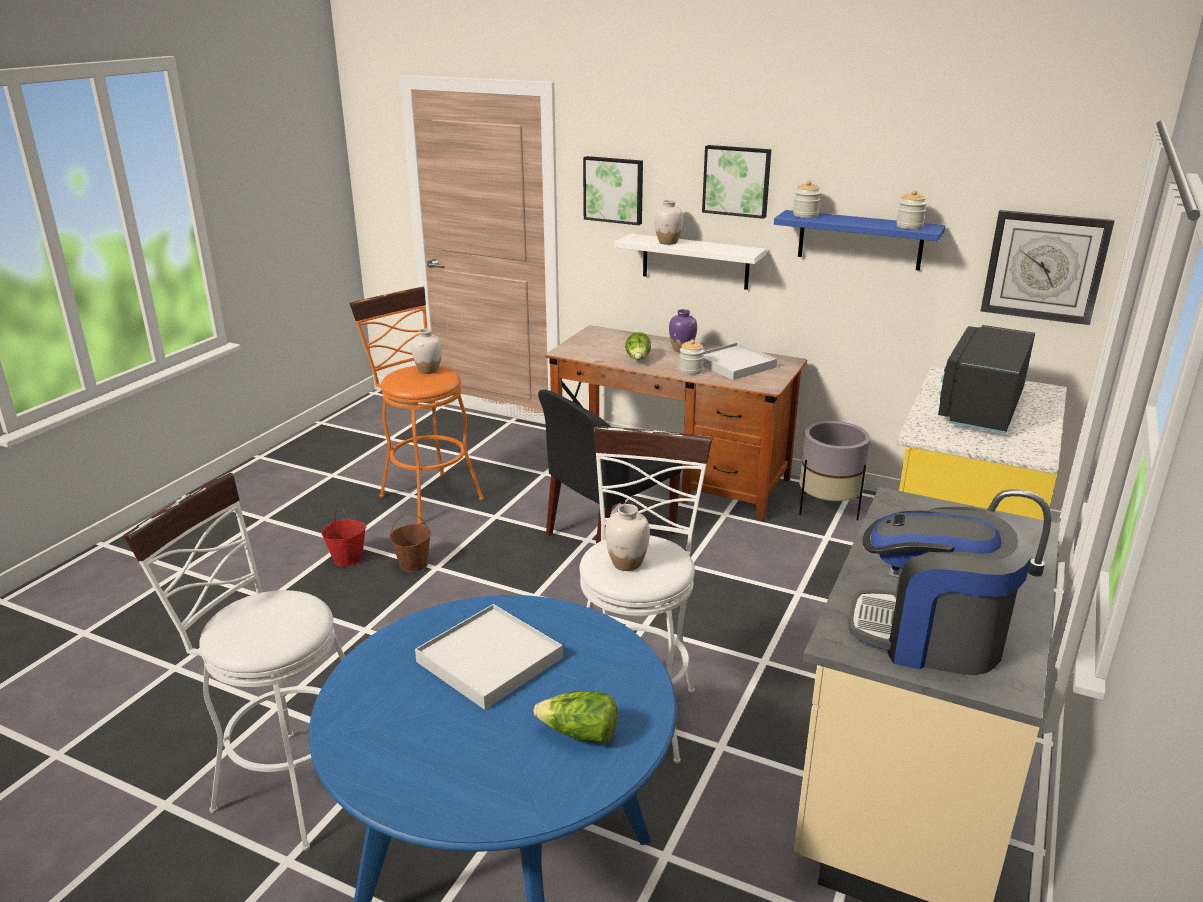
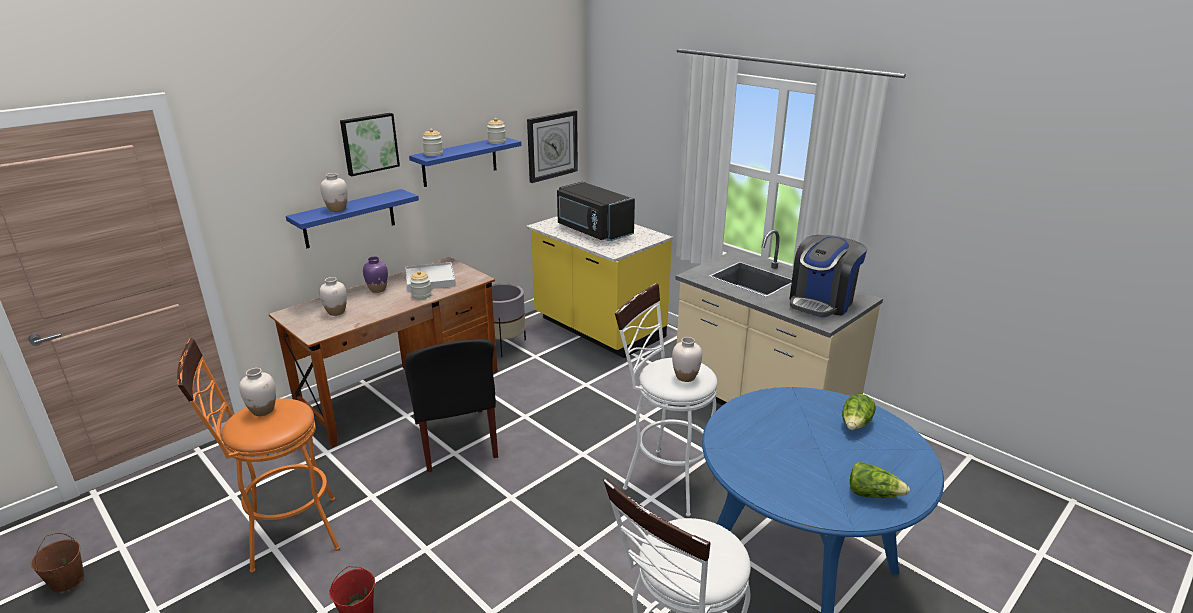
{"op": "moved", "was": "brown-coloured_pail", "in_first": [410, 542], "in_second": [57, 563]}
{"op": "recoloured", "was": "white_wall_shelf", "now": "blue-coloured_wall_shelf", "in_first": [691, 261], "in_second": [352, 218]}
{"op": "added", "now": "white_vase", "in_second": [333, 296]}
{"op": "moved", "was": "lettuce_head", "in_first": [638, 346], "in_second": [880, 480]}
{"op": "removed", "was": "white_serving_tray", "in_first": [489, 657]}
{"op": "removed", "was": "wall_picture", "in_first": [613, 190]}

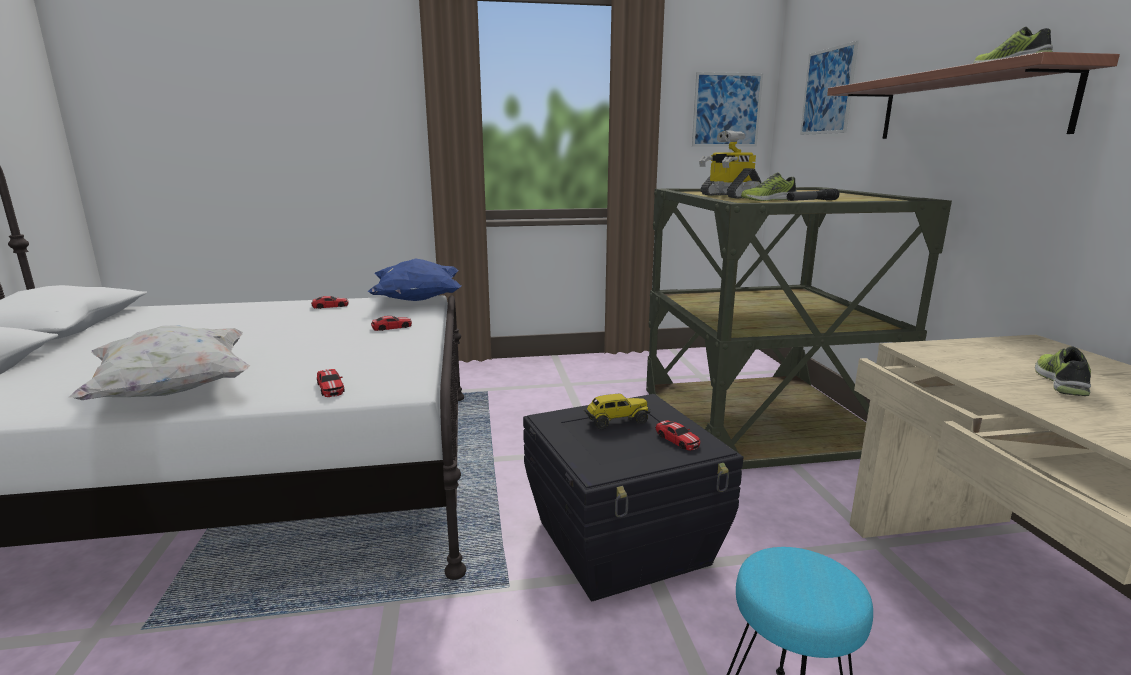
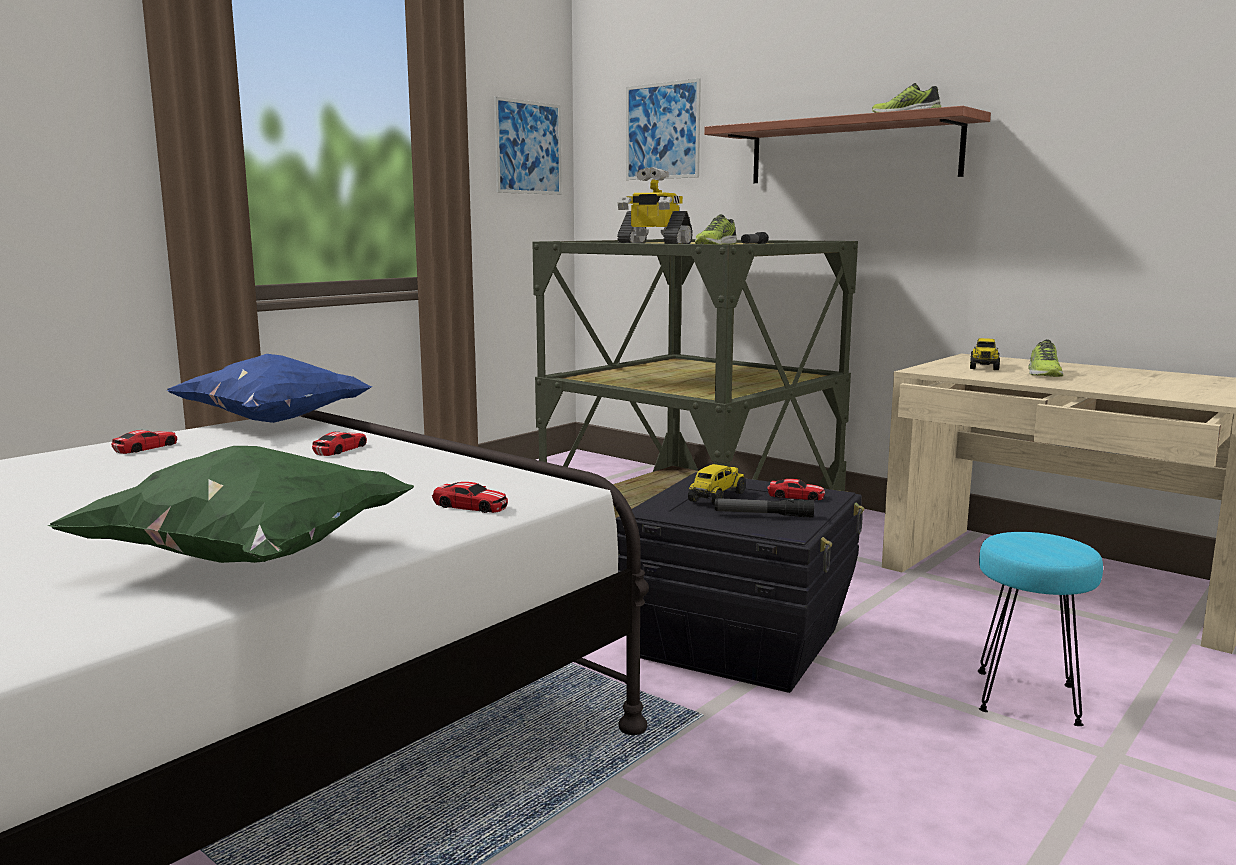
{"op": "recoloured", "was": "white_throw_pillow", "now": "greenish_throw_pillow", "in_first": [159, 363], "in_second": [231, 504]}
{"op": "added", "now": "hand_torch", "in_second": [764, 508]}
{"op": "added", "now": "model_truck", "in_second": [985, 354]}
{"op": "turned", "was": "item_of_footwear", "in_first": [1063, 371], "in_second": [1045, 358], "clockwise": -150}

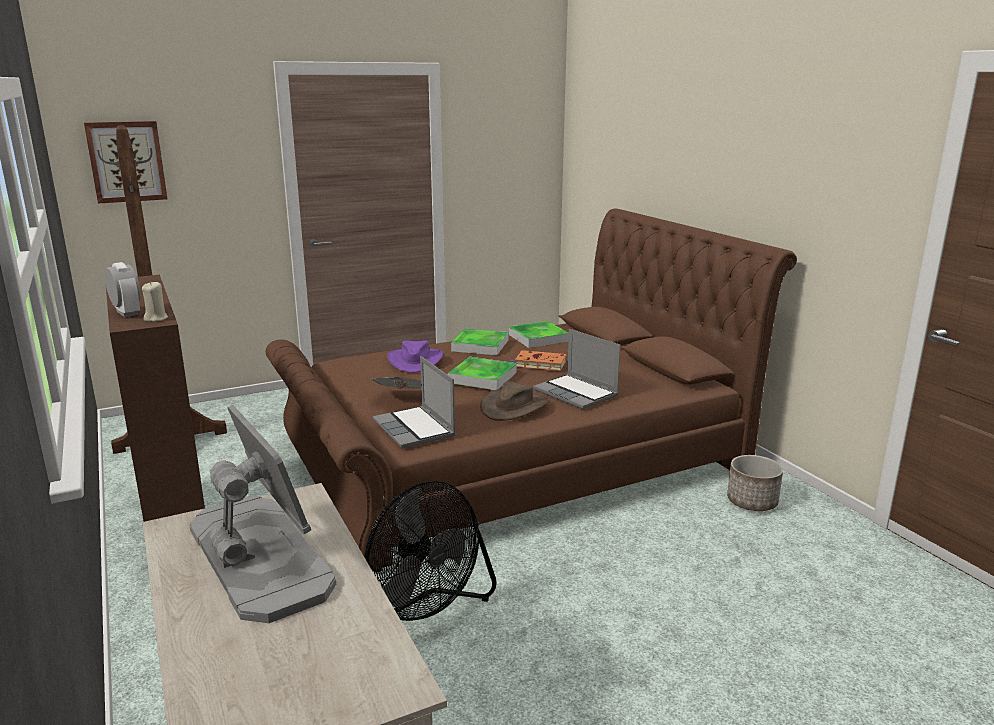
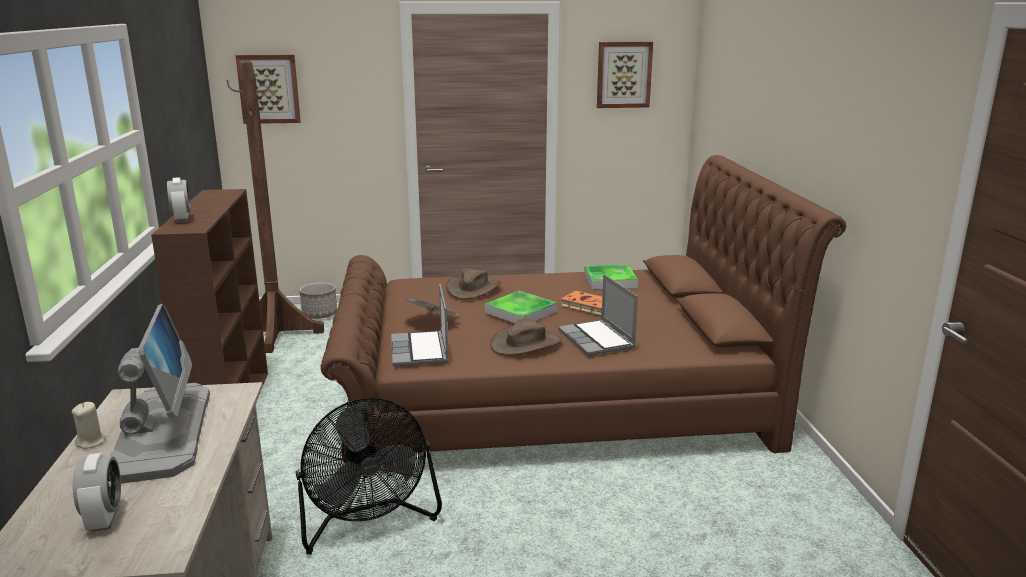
{"op": "moved", "was": "beige_wax_candle", "in_first": [155, 301], "in_second": [89, 425]}
{"op": "added", "now": "table_clock", "in_second": [97, 492]}
{"op": "moved", "was": "flower_pot", "in_first": [755, 483], "in_second": [318, 300]}
{"op": "recoloured", "was": "purple-coloured_clothing_hat", "now": "brown-coloured_clothing_hat", "in_first": [415, 356], "in_second": [473, 283]}
{"op": "added", "now": "wall_picture", "in_second": [625, 75]}
{"op": "removed", "was": "serving_tray", "in_first": [479, 342]}

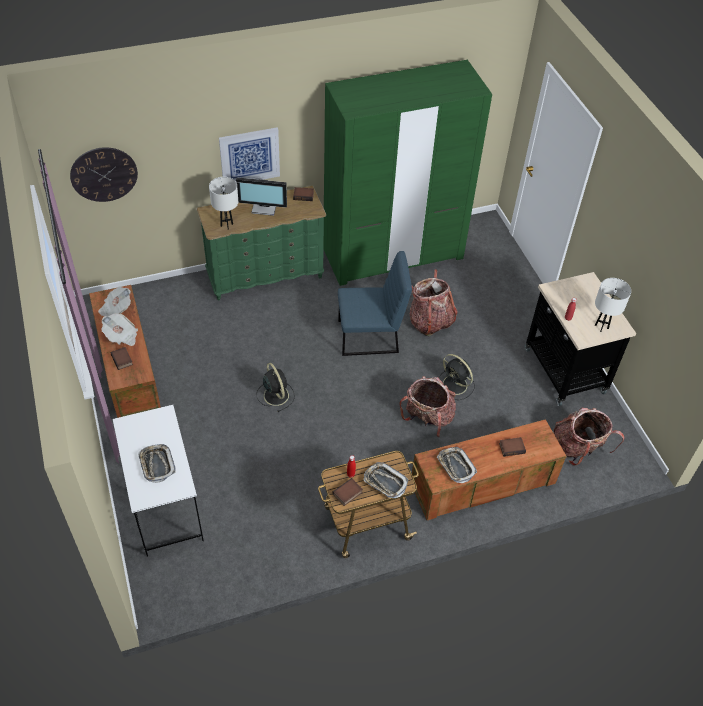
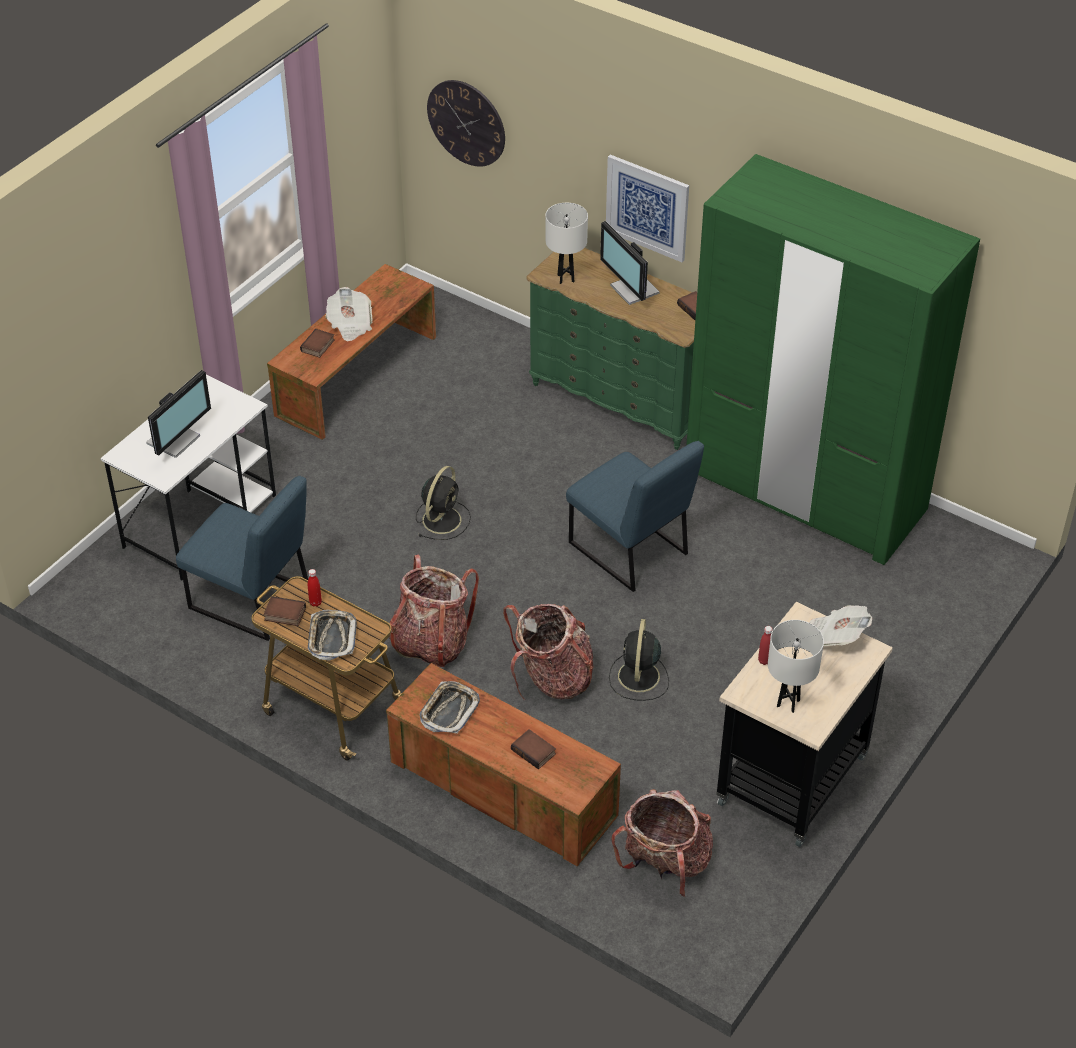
{"op": "replaced", "was": "serving_tray", "now": "computer_display", "in_first": [157, 463], "in_second": [178, 414]}
{"op": "added", "now": "blue-coloured_plain_chair", "in_second": [242, 558]}
{"op": "moved", "was": "rucksack", "in_first": [434, 302], "in_second": [434, 611]}
{"op": "moved", "was": "printed_paper", "in_first": [114, 301], "in_second": [840, 625]}

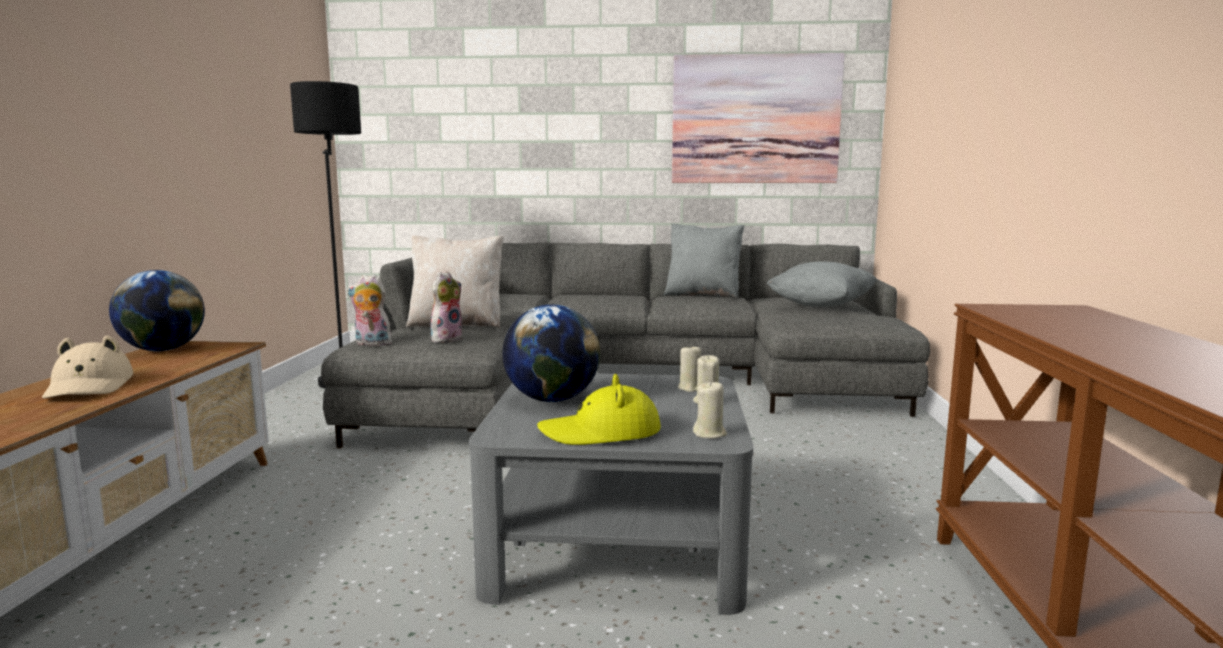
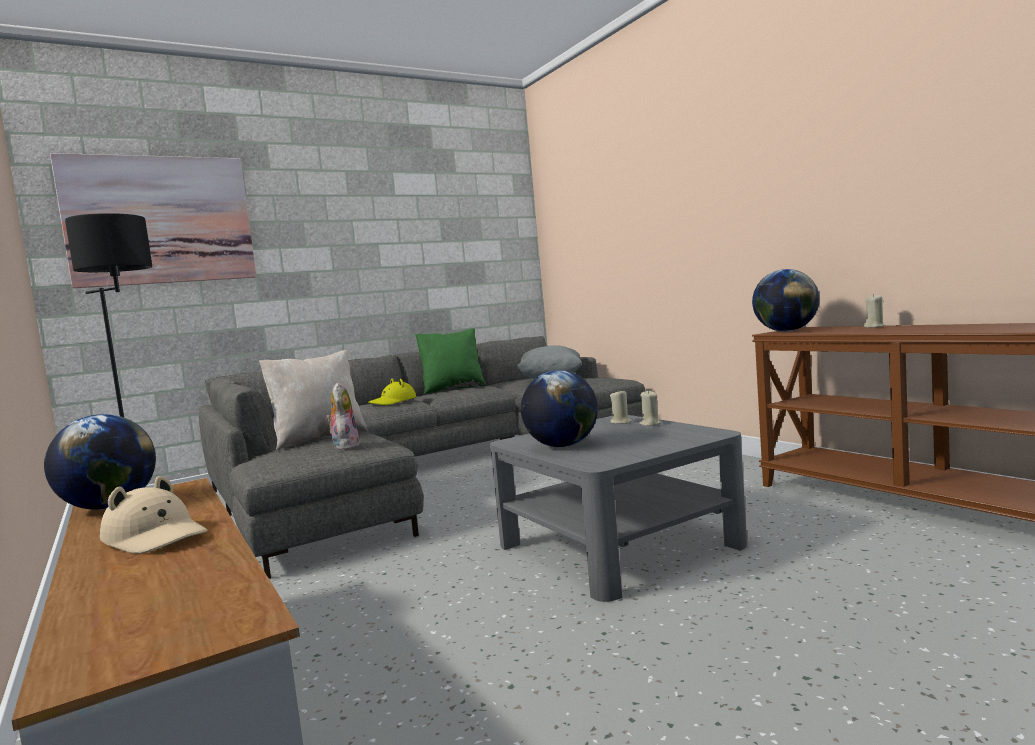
{"op": "moved", "was": "wall_picture", "in_first": [758, 118], "in_second": [153, 220]}
{"op": "moved", "was": "yellowish_clothing_hat", "in_first": [599, 409], "in_second": [392, 391]}
{"op": "recoloured", "was": "grey_throw_pillow", "now": "greenish_throw_pillow", "in_first": [704, 261], "in_second": [450, 361]}
{"op": "added", "now": "world_globe", "in_second": [785, 300]}
{"op": "moved", "was": "beige_wax_candle", "in_first": [710, 409], "in_second": [874, 311]}
{"op": "removed", "was": "cuddly_toy", "in_first": [369, 310]}

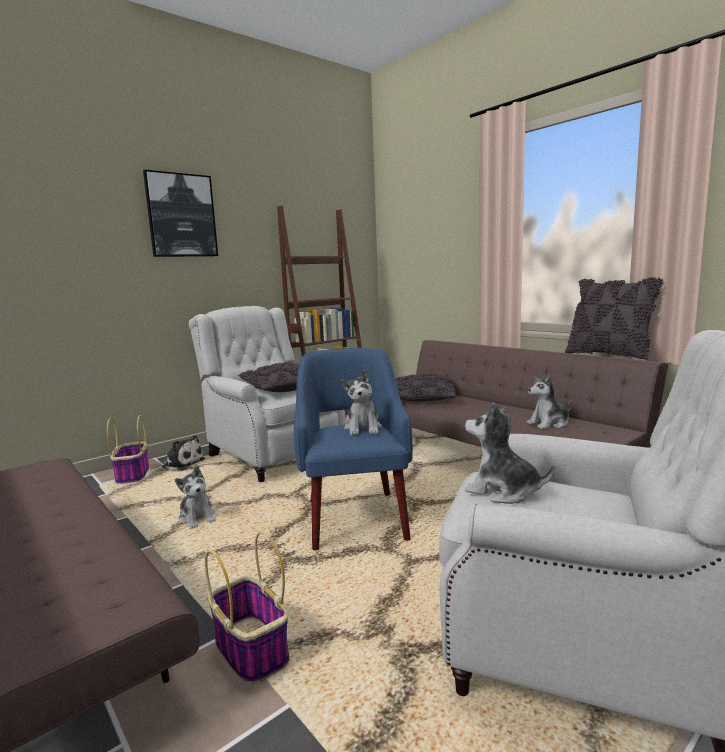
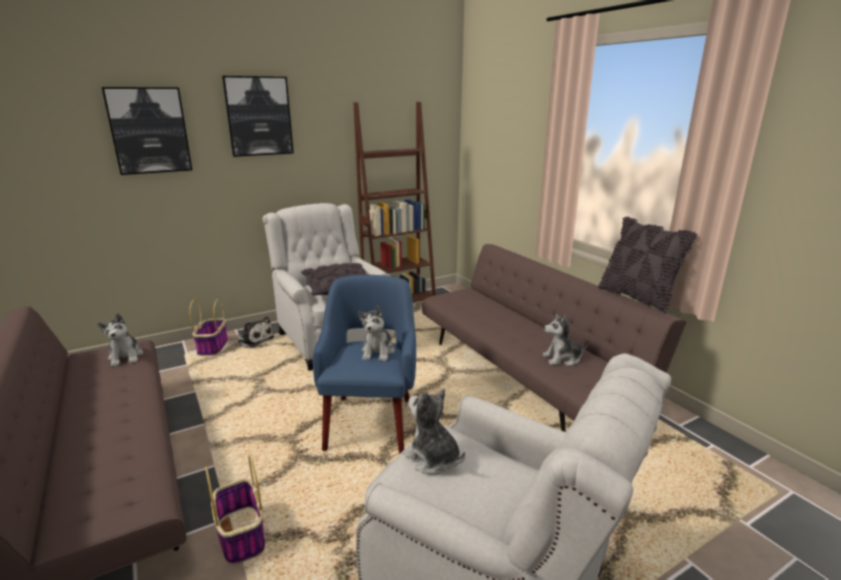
{"op": "moved", "was": "cuddly_toy", "in_first": [195, 497], "in_second": [120, 340]}
{"op": "added", "now": "wall_picture", "in_second": [147, 131]}
{"op": "removed", "was": "blackish_throw_pillow", "in_first": [426, 387]}

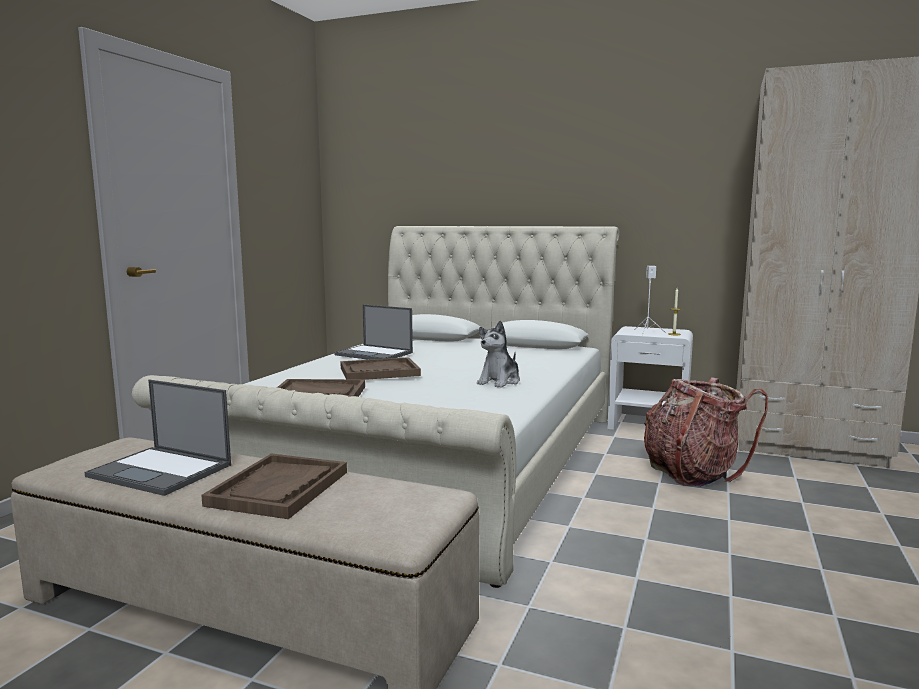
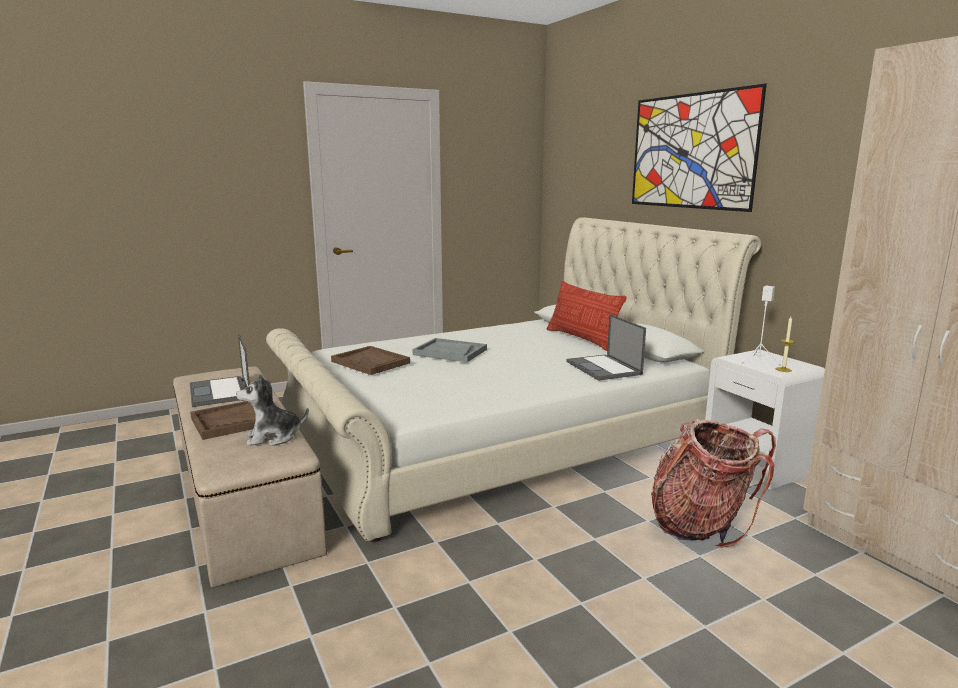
{"op": "moved", "was": "cuddly_toy", "in_first": [498, 354], "in_second": [272, 410]}
{"op": "recoloured", "was": "brown-coloured_serving_tray", "now": "grey_serving_tray", "in_first": [380, 368], "in_second": [449, 350]}
{"op": "added", "now": "throw_pillow", "in_second": [587, 316]}
{"op": "moved", "was": "laptop", "in_first": [373, 332], "in_second": [606, 347]}
{"op": "added", "now": "wall_picture", "in_second": [699, 147]}

